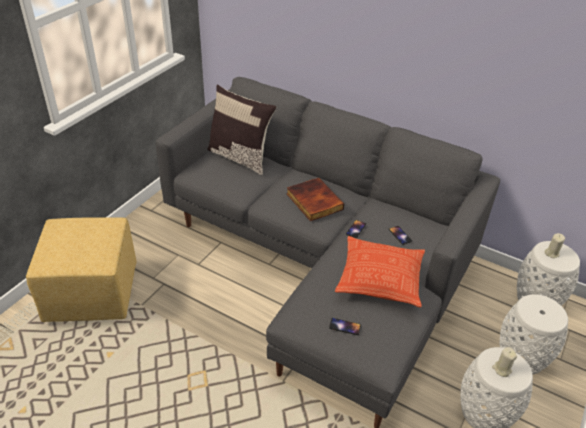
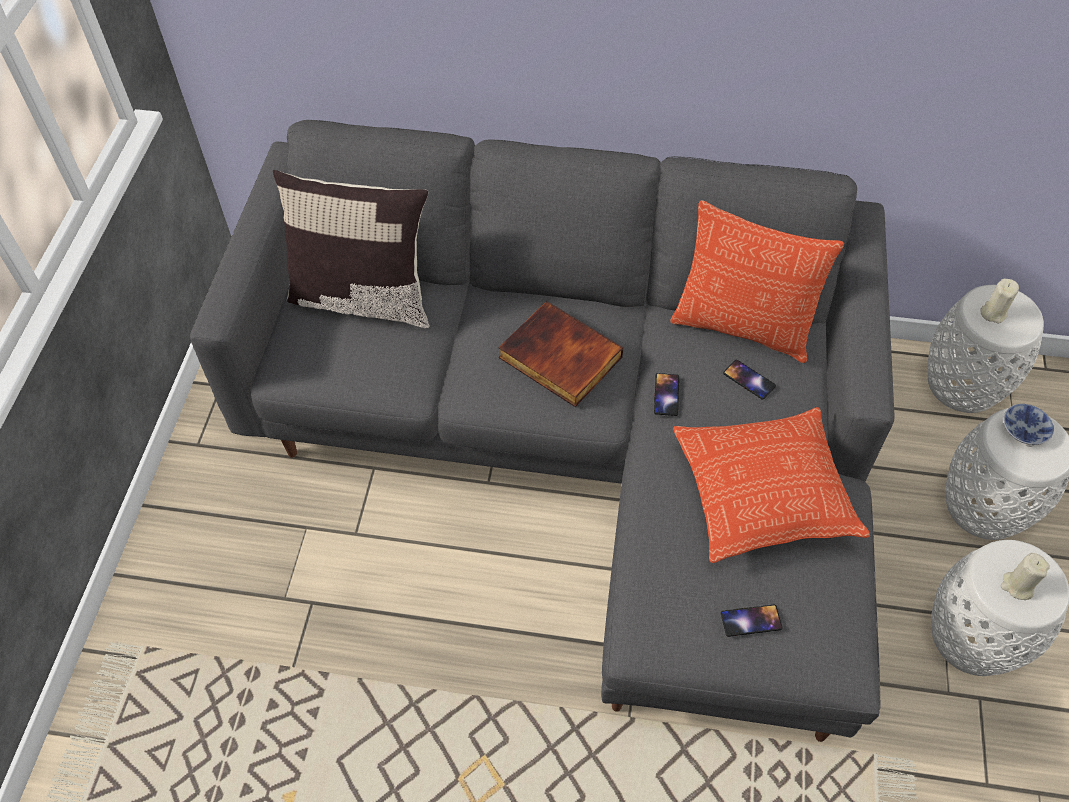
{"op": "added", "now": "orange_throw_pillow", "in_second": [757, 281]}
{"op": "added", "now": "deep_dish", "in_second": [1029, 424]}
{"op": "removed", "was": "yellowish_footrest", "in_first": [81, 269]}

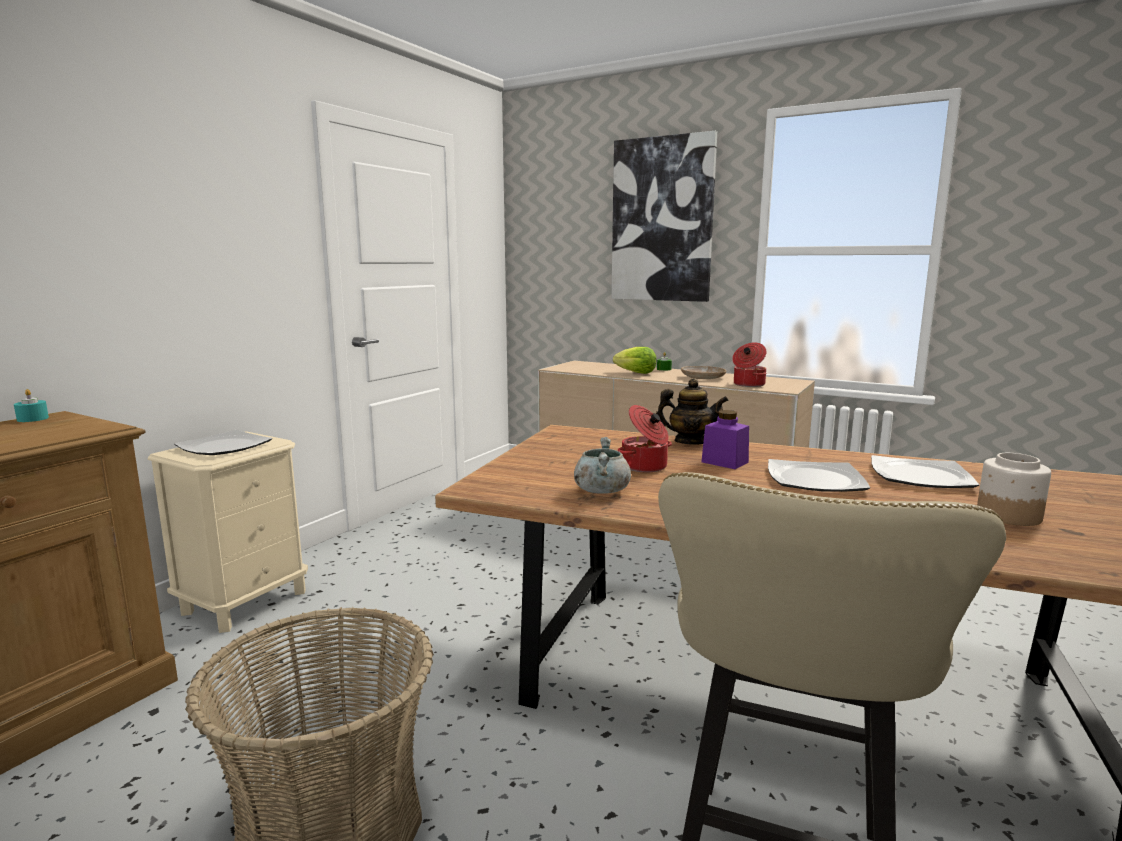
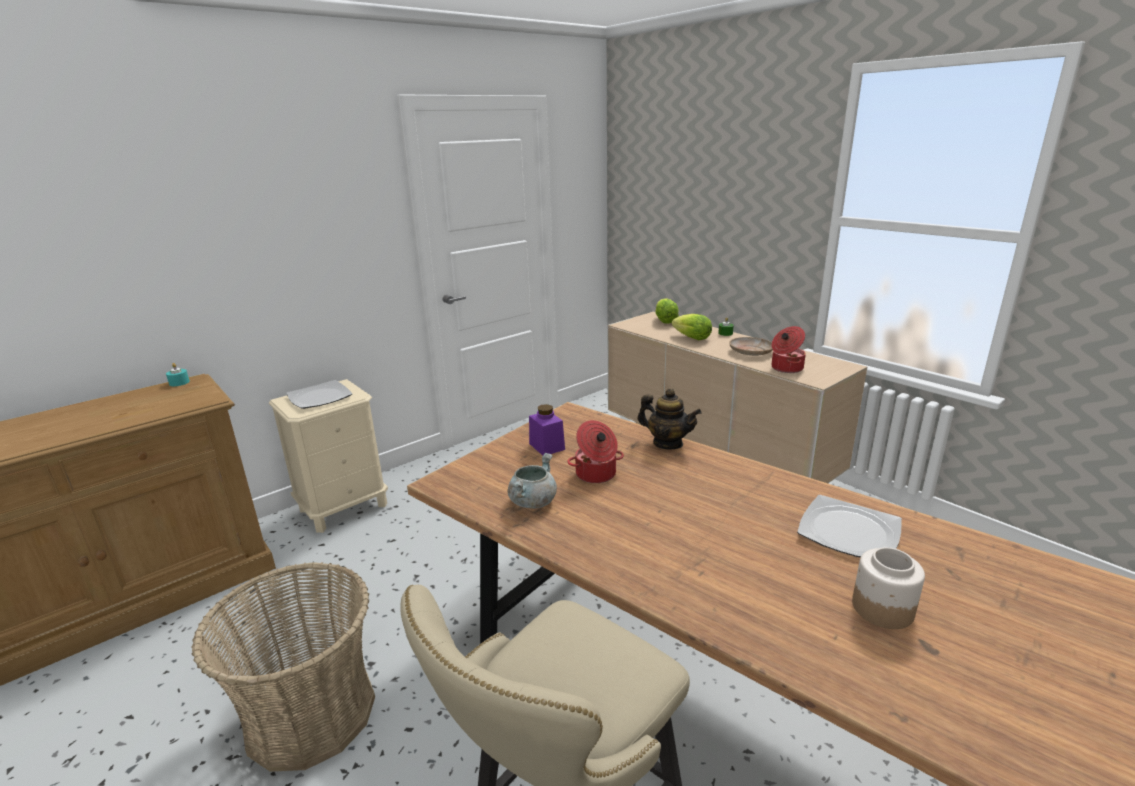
{"op": "moved", "was": "purple-coloured_preserve_jar", "in_first": [725, 439], "in_second": [547, 429]}
{"op": "added", "now": "lettuce_head", "in_second": [667, 311]}
{"op": "removed", "was": "wall_picture", "in_first": [664, 216]}
{"op": "removed", "was": "dinner_plate", "in_first": [819, 475]}

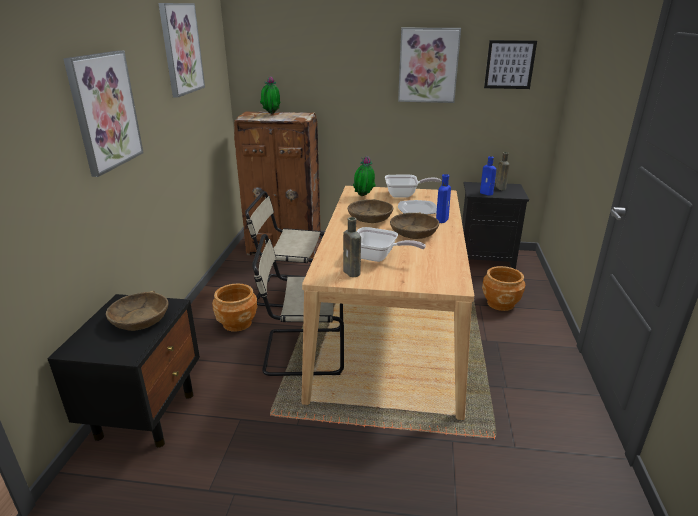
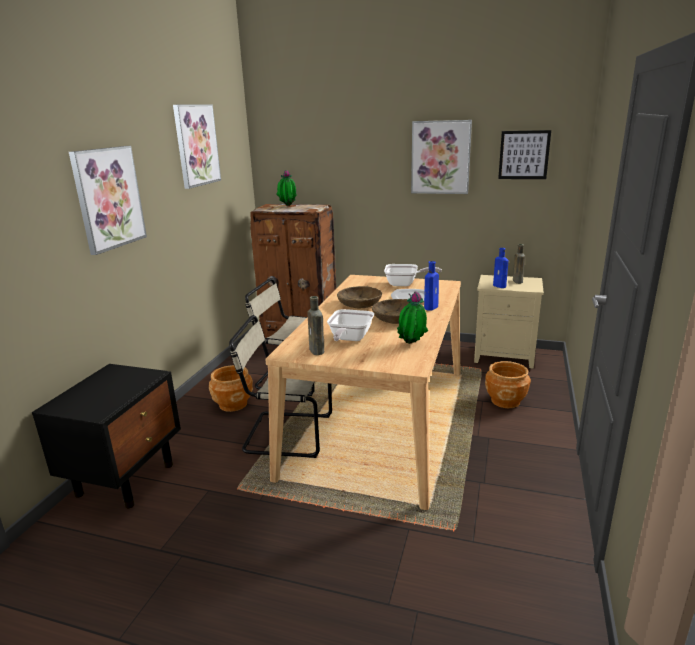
{"op": "turned", "was": "skillet", "in_first": [391, 244], "in_second": [350, 325], "clockwise": 75}
{"op": "moved", "was": "houseplant", "in_first": [364, 176], "in_second": [412, 317]}
{"op": "recoloured", "was": "blackish_nightstand", "now": "beige_nightstand", "in_first": [495, 225], "in_second": [509, 322]}
{"op": "removed", "was": "brown-coloured_deep_dish", "in_first": [137, 311]}

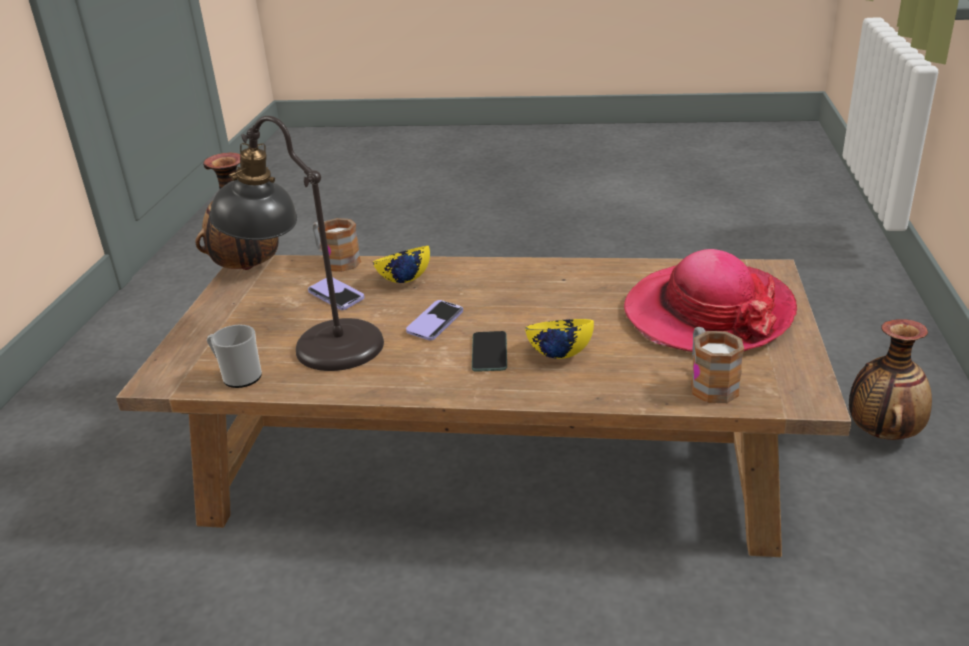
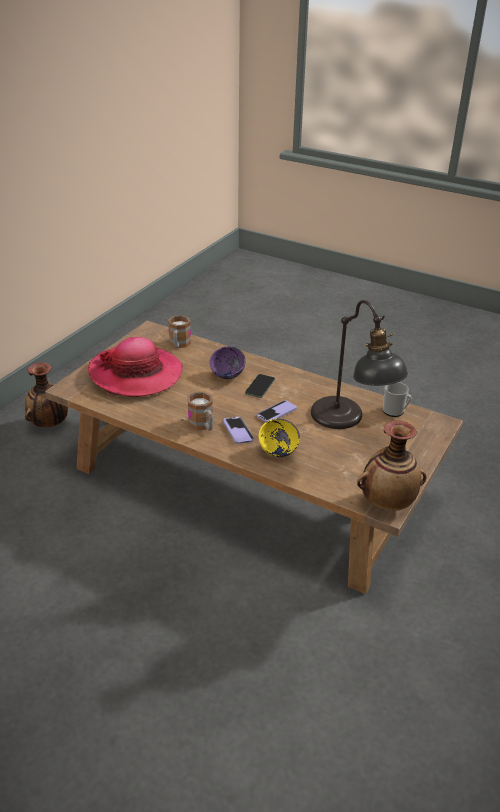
{"op": "moved", "was": "mug", "in_first": [337, 245], "in_second": [200, 411]}
{"op": "recoloured", "was": "yellowish_deep_dish", "now": "purple-coloured_deep_dish", "in_first": [559, 339], "in_second": [227, 362]}
{"op": "moved", "was": "handset", "in_first": [336, 293], "in_second": [238, 430]}

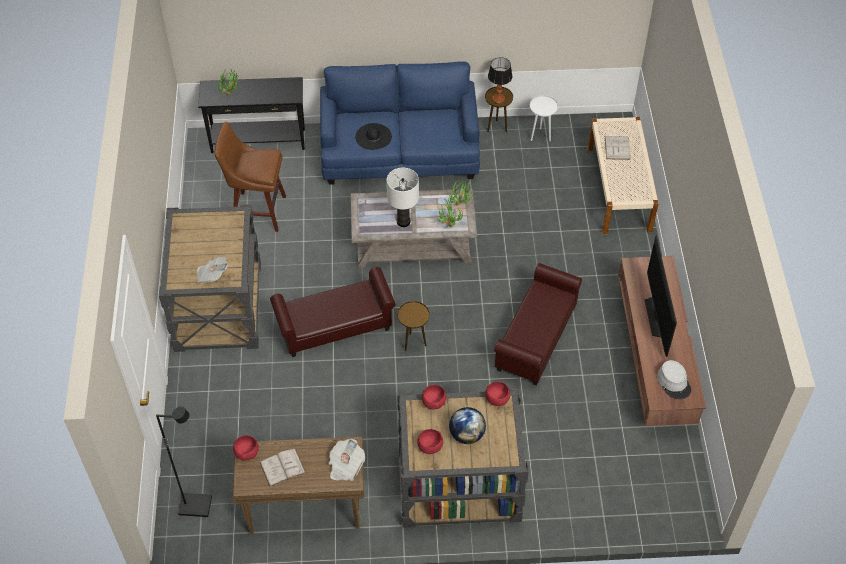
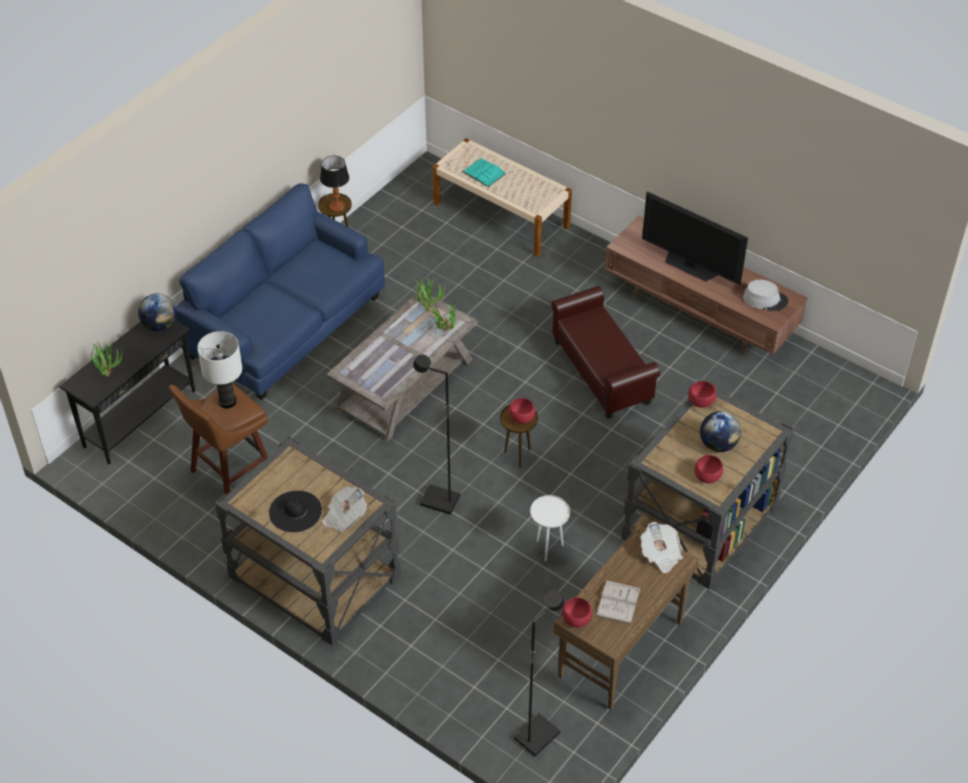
{"op": "added", "now": "world_globe", "in_second": [157, 312]}
{"op": "moved", "was": "white_table_lamp", "in_first": [403, 197], "in_second": [219, 369]}
{"op": "moved", "was": "blackish_clothing_hat", "in_first": [373, 136], "in_second": [295, 511]}
{"op": "replaced", "was": "brown-coloured_footrest", "now": "blackish_standing_lamp", "in_first": [333, 312], "in_second": [436, 434]}
{"op": "recoloured", "was": "white_volume", "now": "turquoise-coloured_volume", "in_first": [618, 148], "in_second": [484, 172]}
{"op": "moved", "was": "red_deep_dish", "in_first": [434, 397], "in_second": [522, 411]}
{"op": "moved", "was": "white_side_table", "in_first": [544, 118], "in_second": [550, 528]}

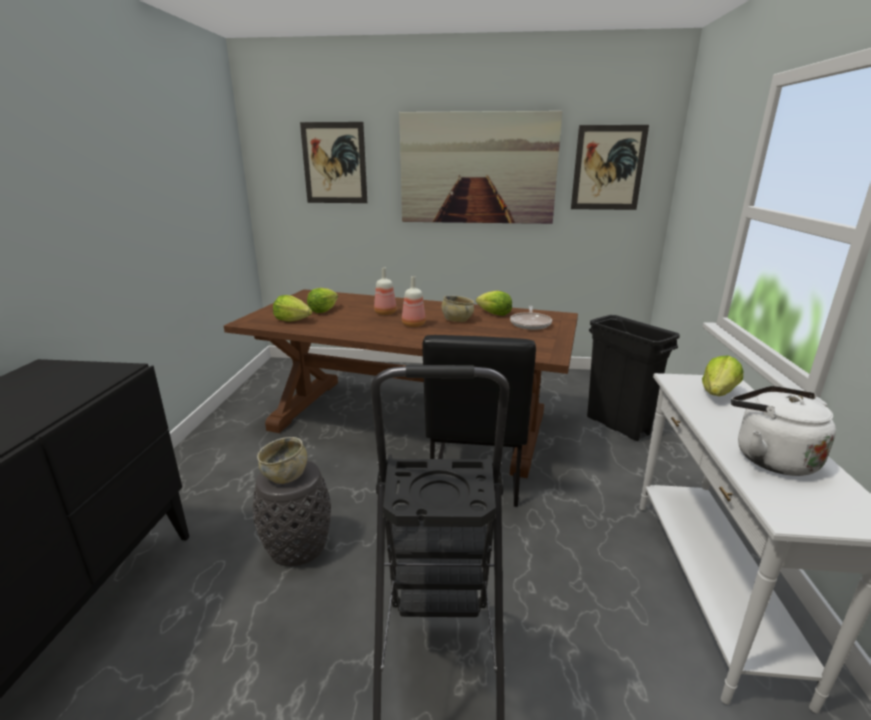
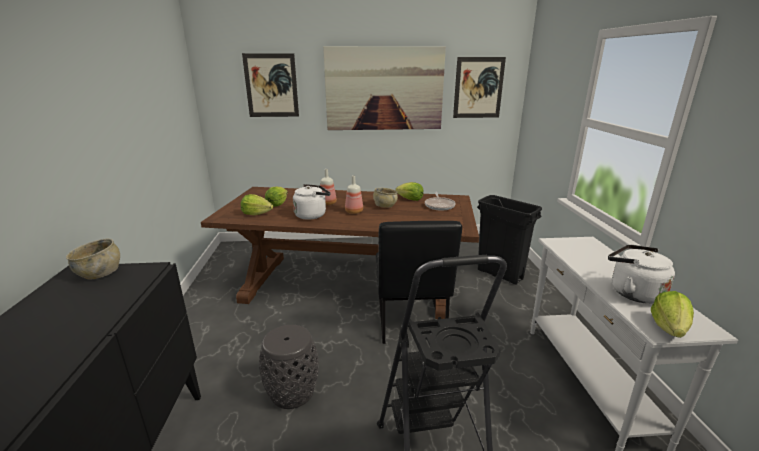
{"op": "moved", "was": "beige_deep_dish", "in_first": [282, 460], "in_second": [93, 259]}
{"op": "added", "now": "white_kettle", "in_second": [312, 202]}
{"op": "moved", "was": "lettuce_head", "in_first": [722, 375], "in_second": [672, 314]}

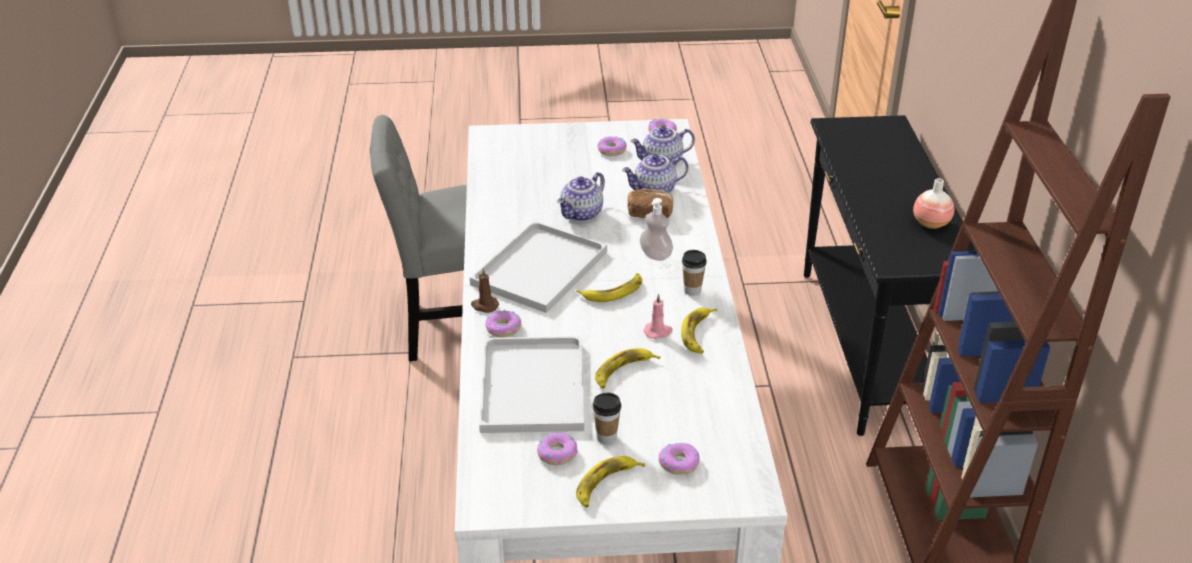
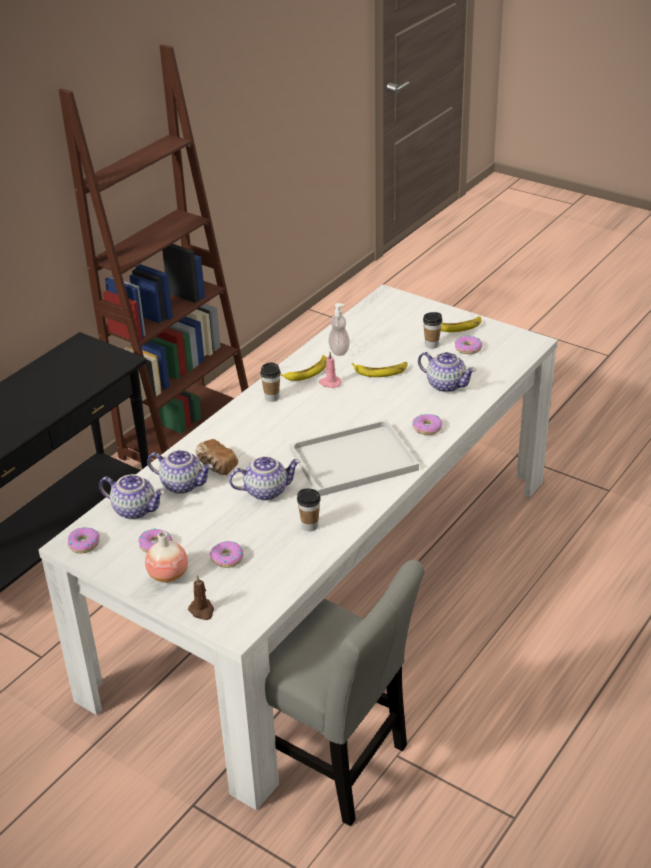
{"op": "moved", "was": "vase", "in_first": [933, 203], "in_second": [166, 556]}
{"op": "moved", "was": "brown-coloured_wax_candle", "in_first": [485, 290], "in_second": [201, 597]}
{"op": "moved", "was": "donut", "in_first": [679, 459], "in_second": [226, 554]}
{"op": "added", "now": "small_cup", "in_second": [309, 509]}
{"op": "moved", "was": "soap_bottle", "in_first": [656, 229], "in_second": [339, 329]}
{"op": "replaced", "was": "white_serving_tray", "now": "teapot", "in_first": [531, 384], "in_second": [447, 372]}
{"op": "removed", "was": "banana_fruit", "in_first": [609, 287]}

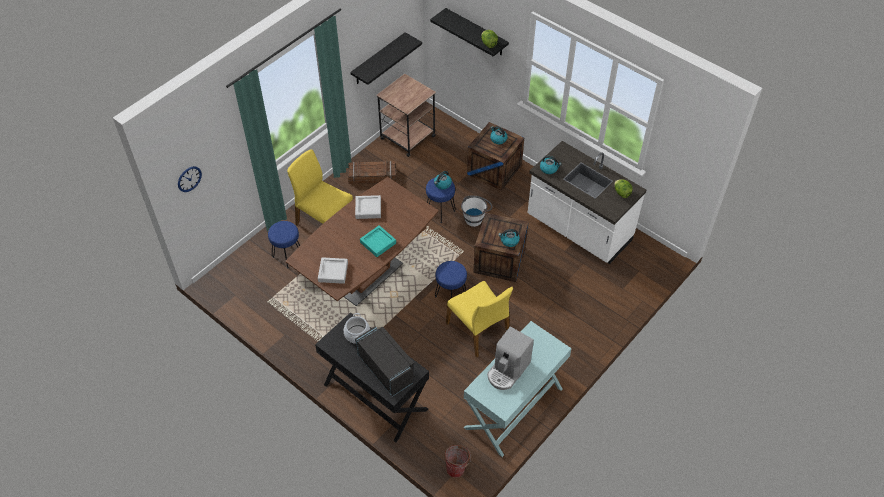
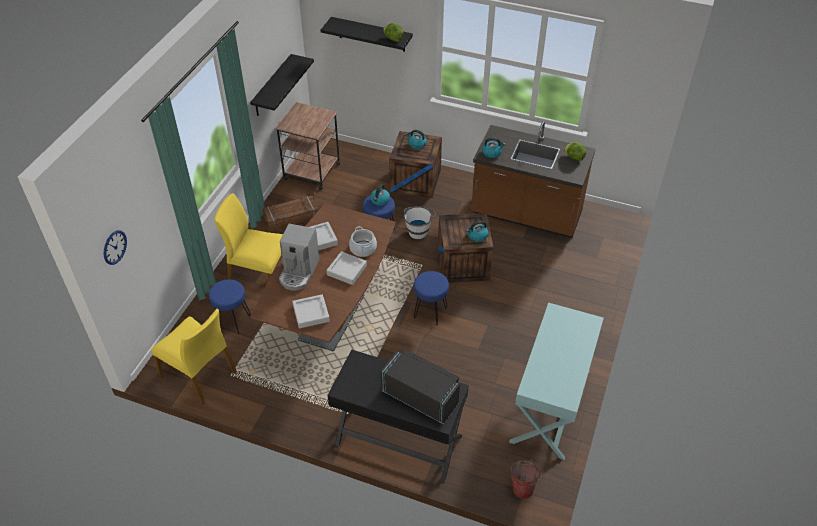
{"op": "moved", "was": "yellowish_plain_chair", "in_first": [479, 319], "in_second": [194, 356]}
{"op": "moved", "was": "coffee_machine", "in_first": [510, 358], "in_second": [299, 257]}
{"op": "recoloured", "was": "turquoise-coloured_serving_tray", "now": "grey_serving_tray", "in_first": [378, 241], "in_second": [346, 268]}
{"op": "moved", "was": "saucepot", "in_first": [357, 328], "in_second": [363, 241]}
{"op": "recoloured", "was": "white_kitchen_base_unit", "now": "brown-coloured_kitchen_base_unit", "in_first": [587, 202], "in_second": [533, 179]}

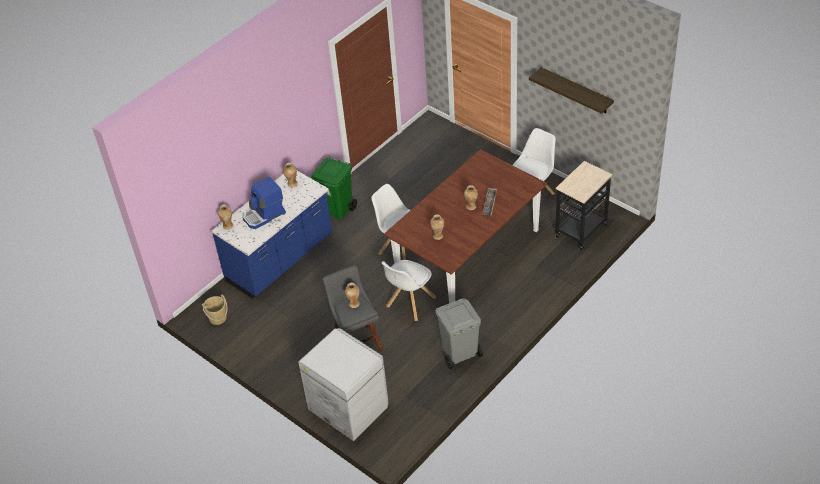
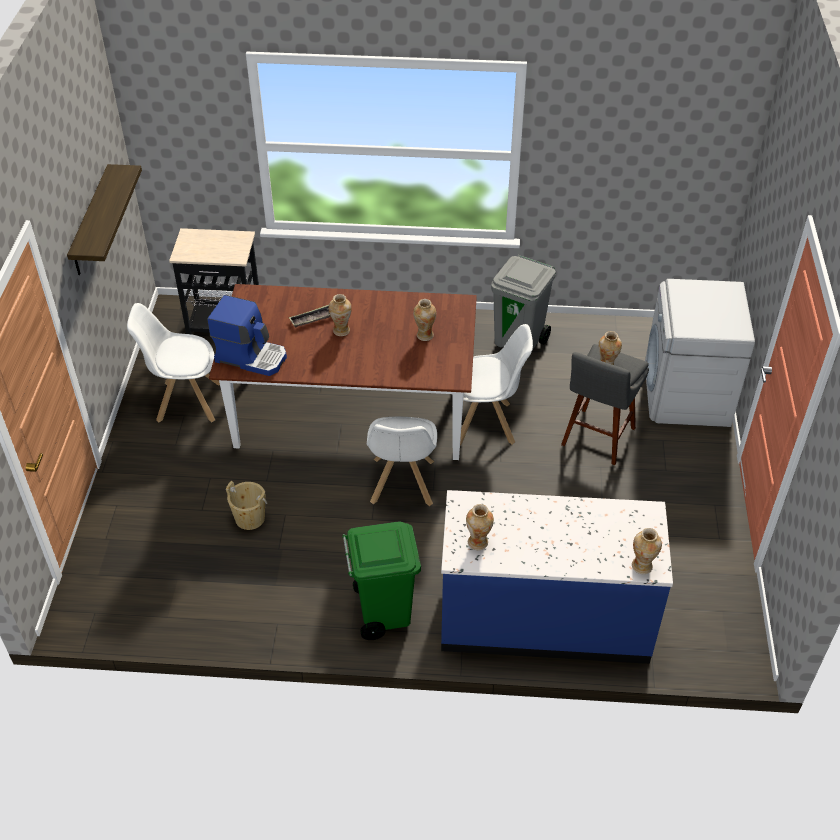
{"op": "moved", "was": "coffee_machine", "in_first": [264, 202], "in_second": [247, 335]}
{"op": "moved", "was": "beige_pail", "in_first": [214, 310], "in_second": [247, 505]}

